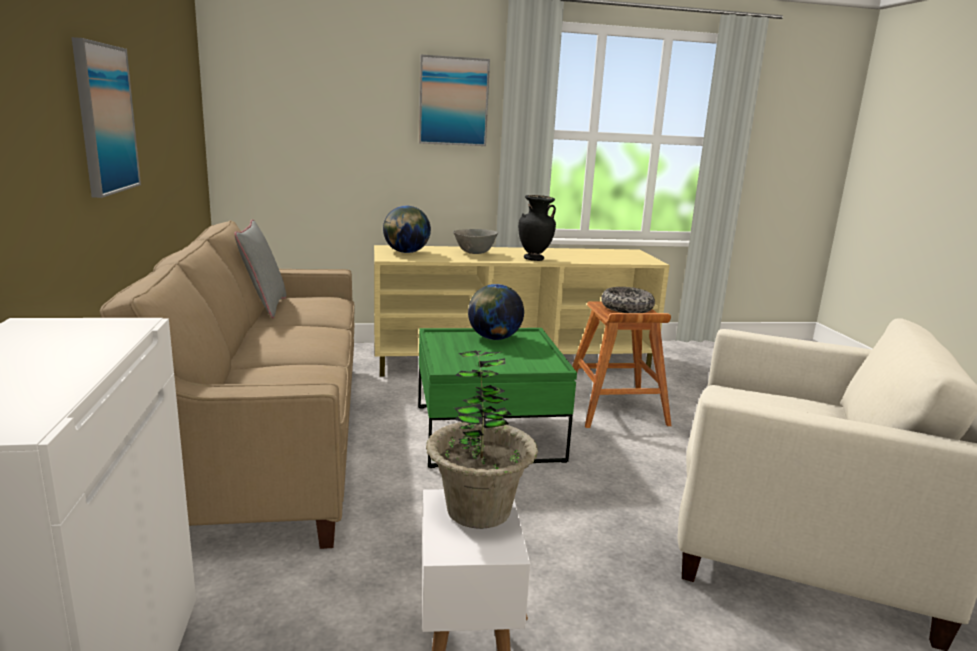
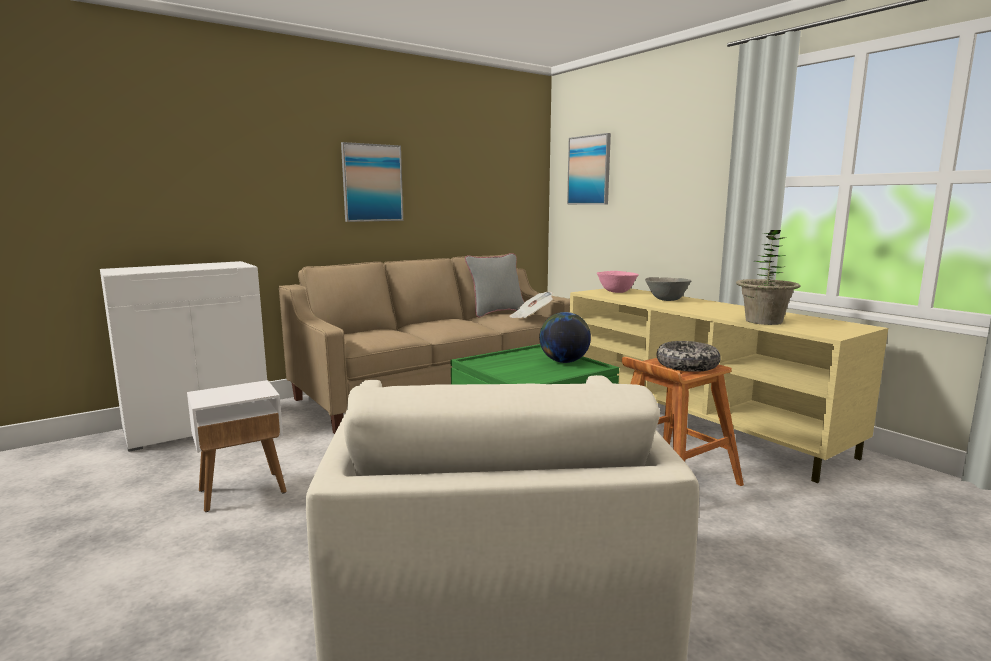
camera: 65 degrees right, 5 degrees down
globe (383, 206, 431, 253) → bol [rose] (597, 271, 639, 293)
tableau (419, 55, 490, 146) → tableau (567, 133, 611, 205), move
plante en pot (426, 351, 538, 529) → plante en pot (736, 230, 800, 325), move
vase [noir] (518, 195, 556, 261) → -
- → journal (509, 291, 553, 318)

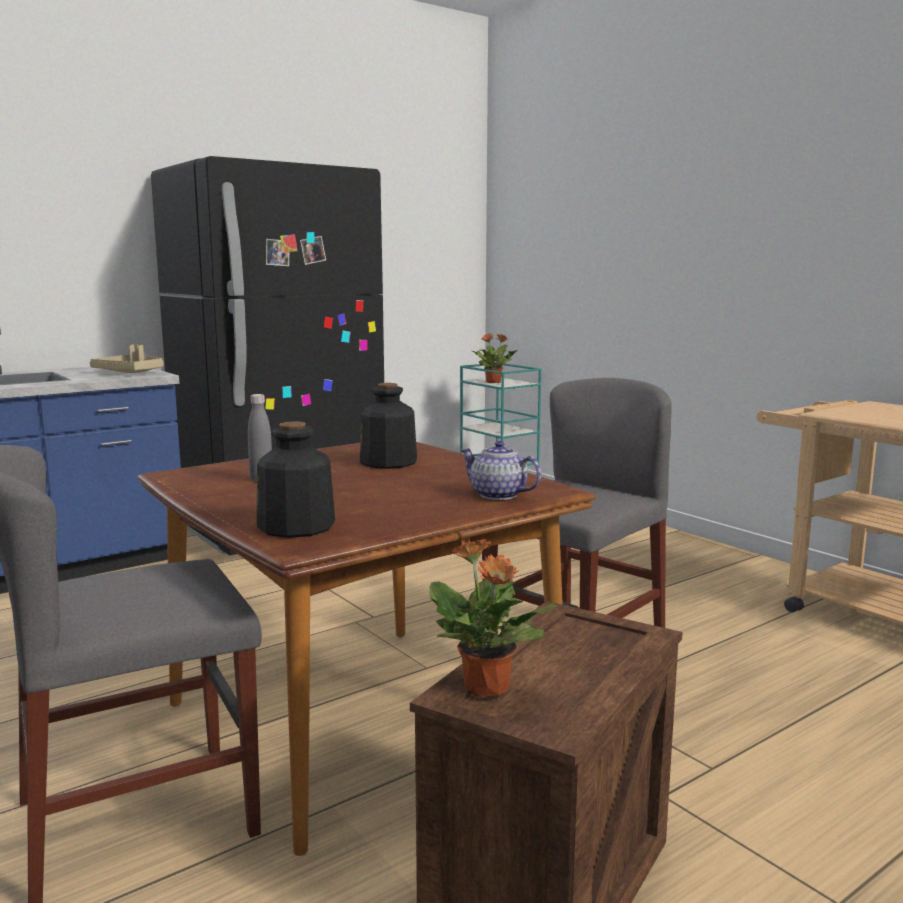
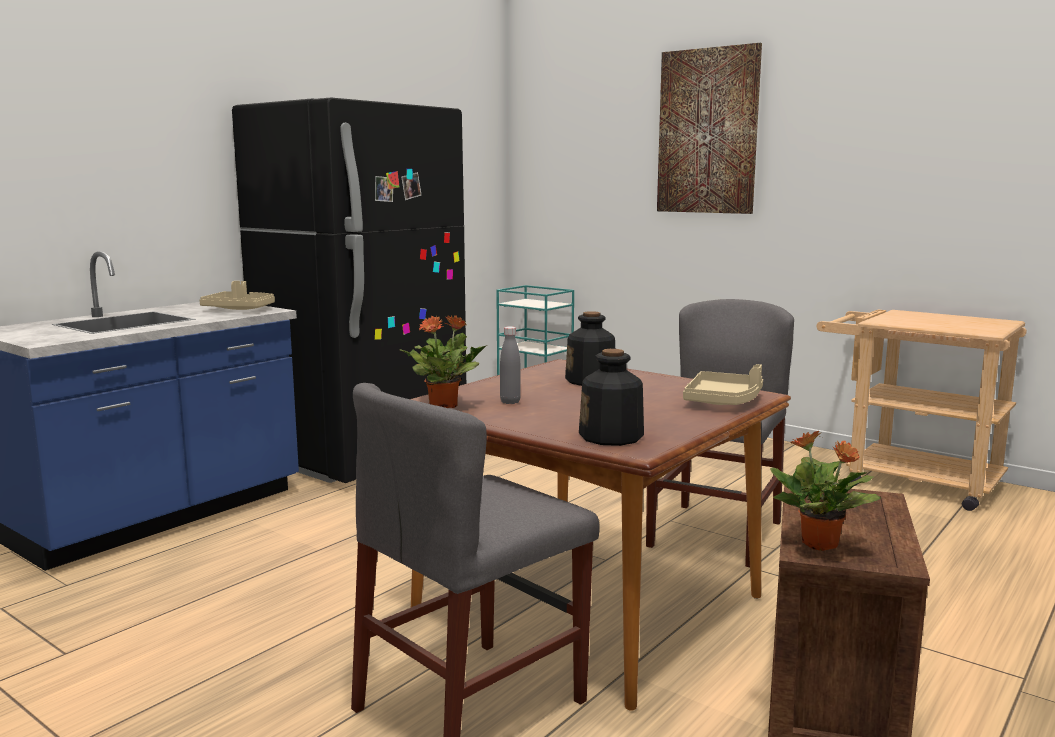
camera: 15 degrees left, 0 degrees up
théière (460, 441, 541, 500) → plateau [beige] (683, 364, 763, 405)
plante en pot (471, 333, 517, 383) → plante en pot (400, 315, 487, 408), move
- → tableau (657, 43, 762, 214)

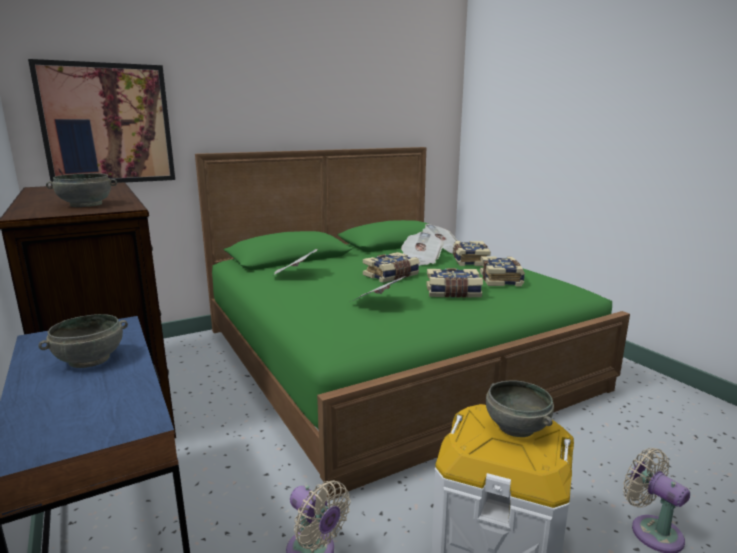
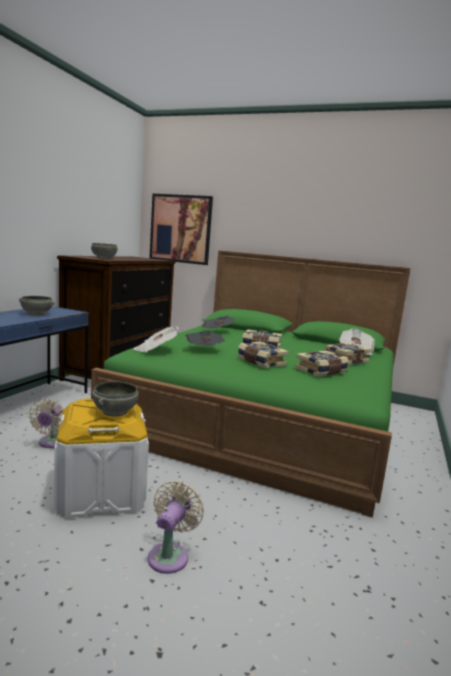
camera: 50 degrees right, 5 degrees down
journal (401, 232, 444, 266) → journal (134, 326, 179, 353), move

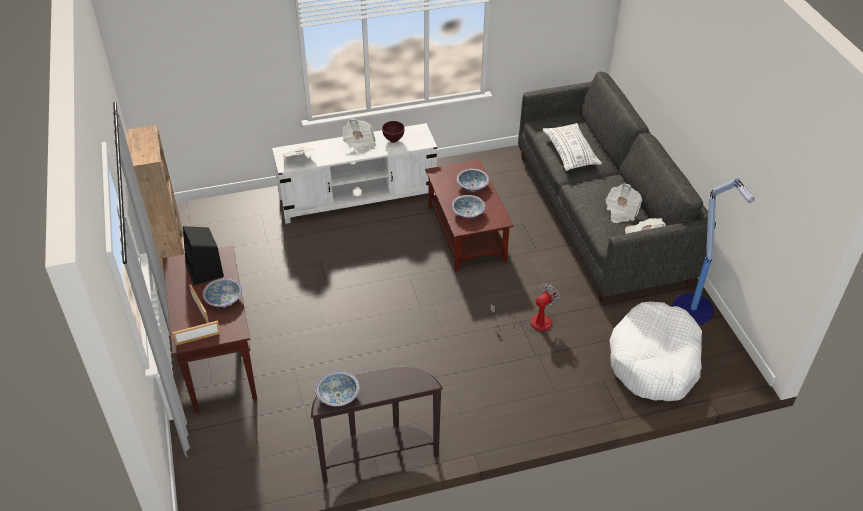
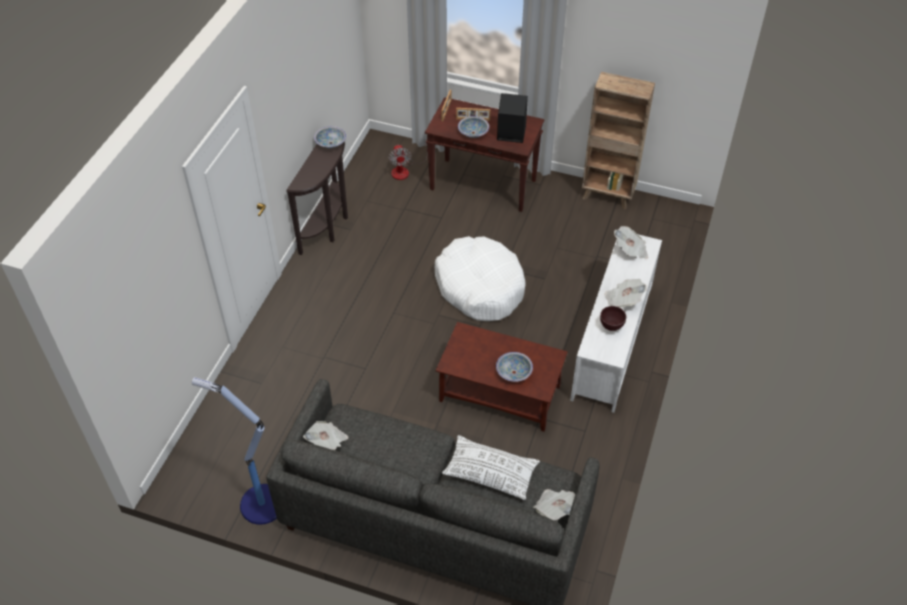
camera: 125 degrees right, 5 degrees up
bol (452, 195, 485, 218) → -
ventilateur (490, 284, 561, 332) → ventilateur (389, 139, 428, 180), move
journal (605, 184, 642, 223) → journal (533, 489, 576, 520), move
panier pour chien [blanc] (610, 302, 702, 401) → panier pour chien [blanc] (435, 236, 526, 321), move

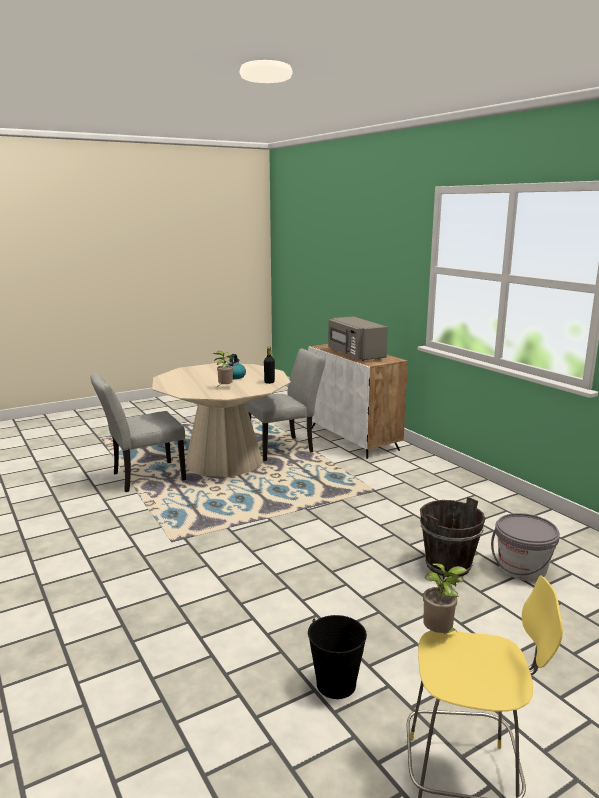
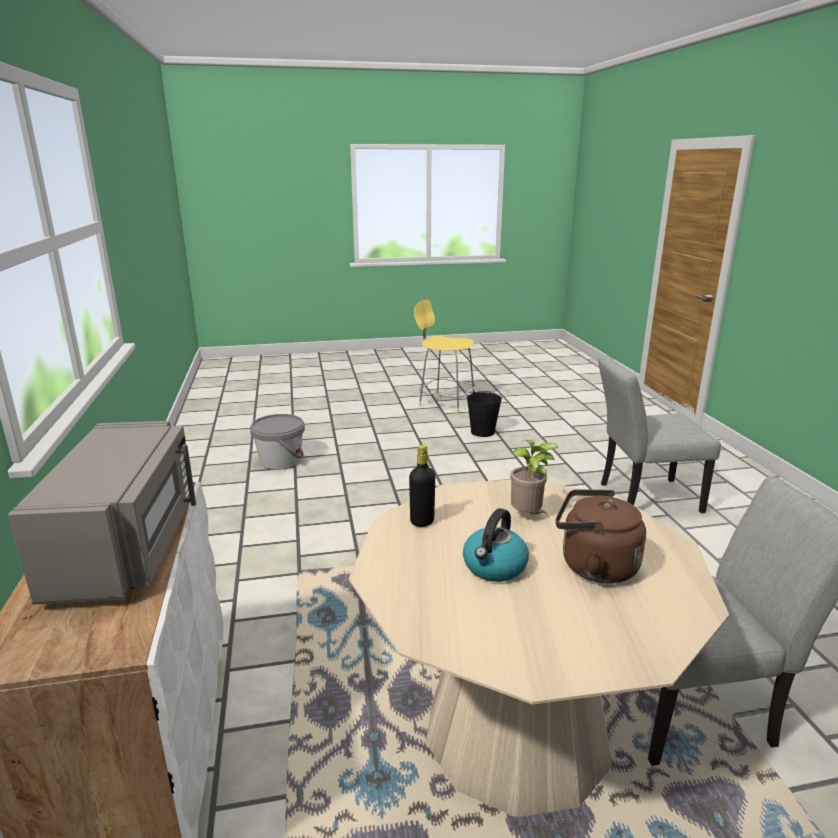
camera: 160 degrees left, 5 degrees up
chaise [gris] (246, 348, 326, 461) → chaise [gris] (598, 355, 721, 513), move
seau [marron] (420, 497, 486, 577) → -
plante en pot (423, 563, 467, 633) → -
- → bouilloire [marron] (556, 489, 646, 583)

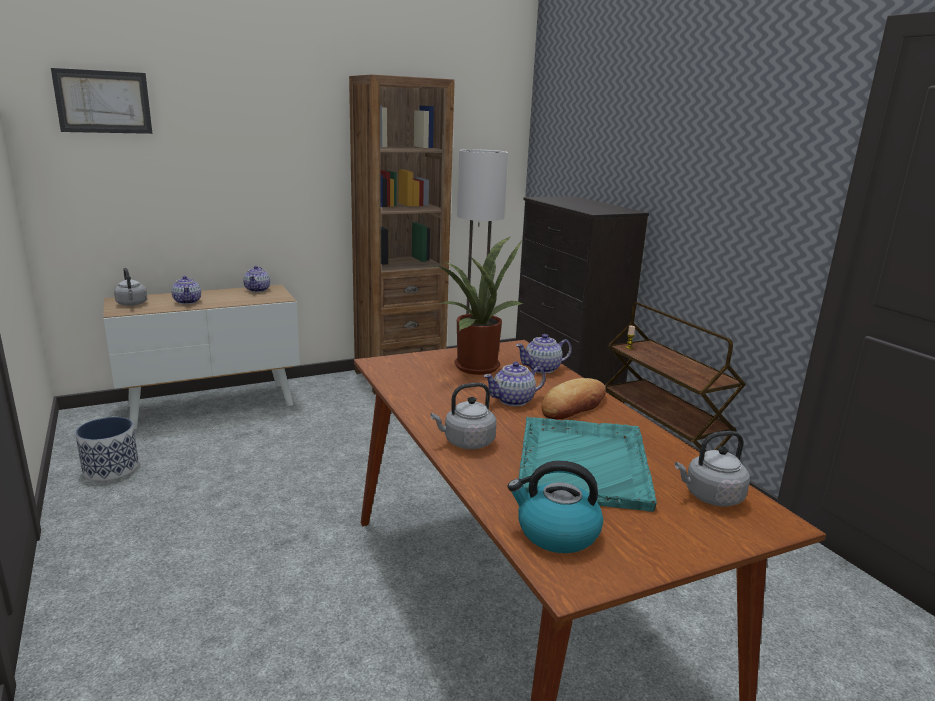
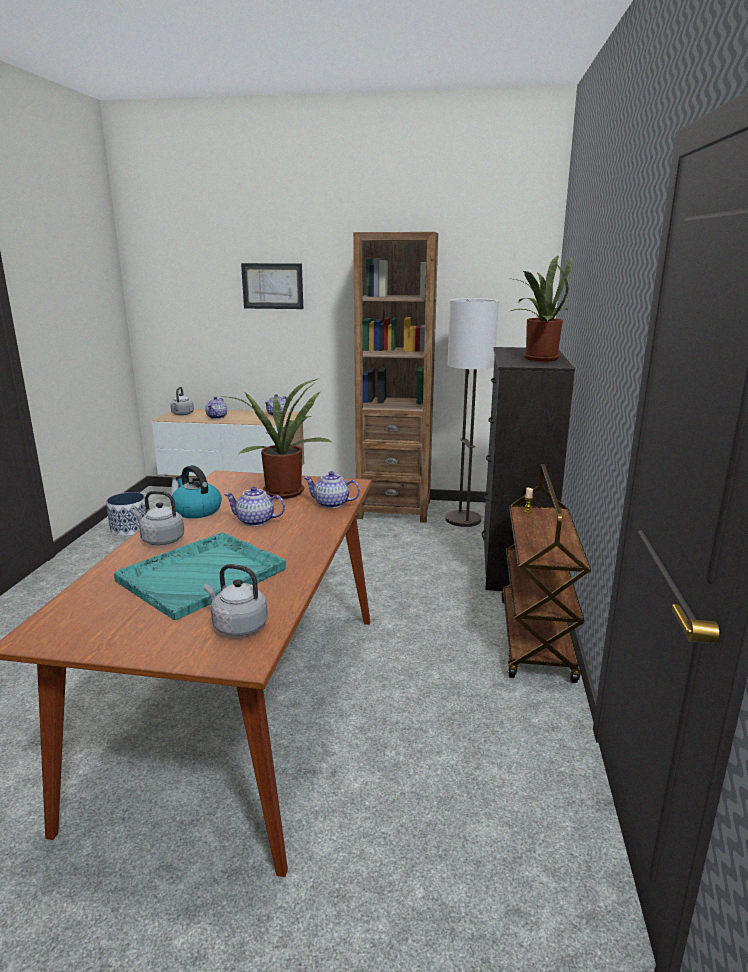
camera: 35 degrees right, 0 degrees up
tableau (51, 68, 152, 134) → tableau (241, 263, 303, 309), move
bouilloire (508, 460, 603, 553) → bouilloire (170, 465, 222, 518), move
pain (541, 378, 606, 419) → -
- → plante en pot (509, 256, 573, 362)

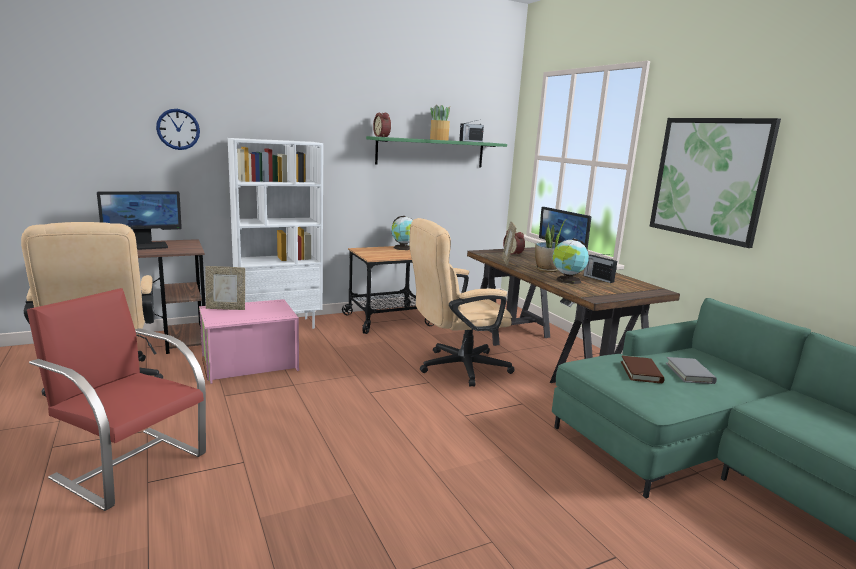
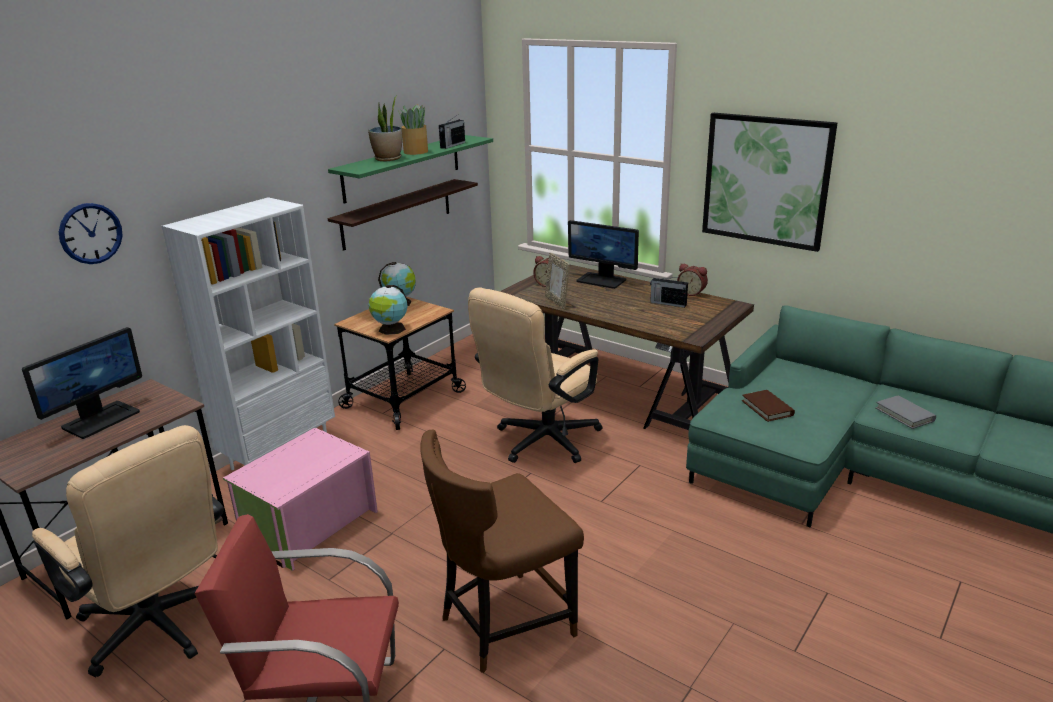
camera: 25 degrees left, 10 degrees up
cadre photo (205, 266, 245, 310) → -
réveil (373, 113, 391, 137) → réveil (677, 264, 708, 296), move
plante en pot (535, 220, 565, 272) → plante en pot (368, 95, 402, 161), move
globe (552, 238, 589, 284) → globe (368, 285, 408, 335), move
livre [gris] (666, 357, 717, 384) → livre [gris] (876, 395, 936, 429), move
- → étagère (328, 179, 478, 251)
- → chaise [marron] (420, 430, 584, 673)

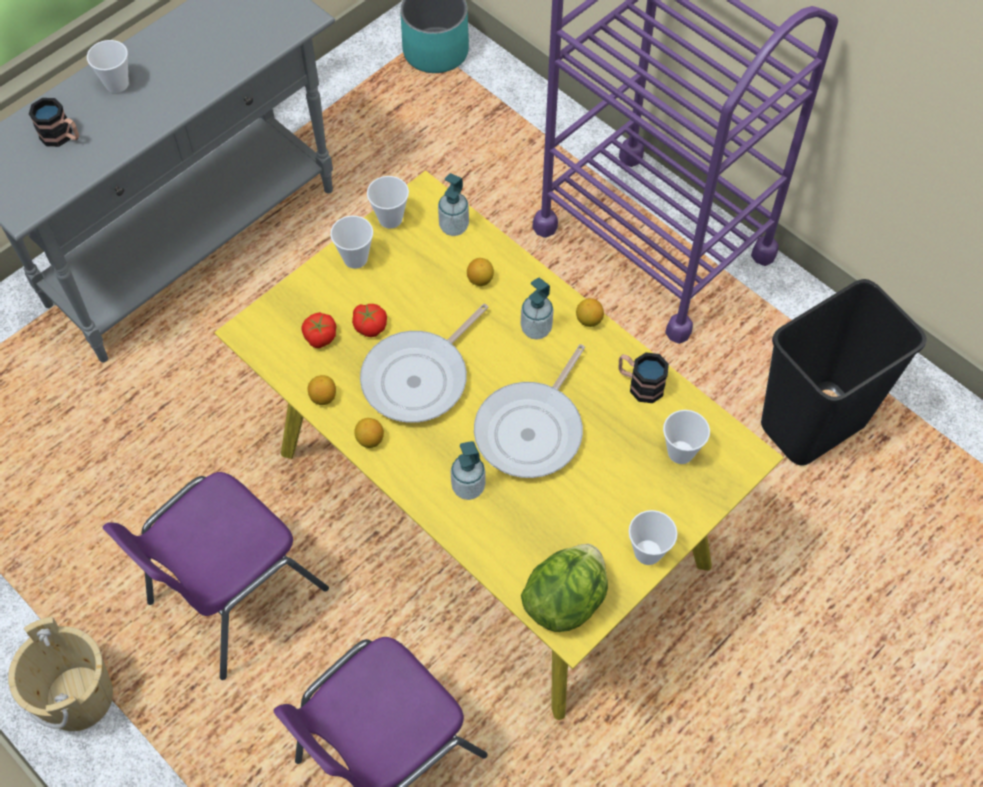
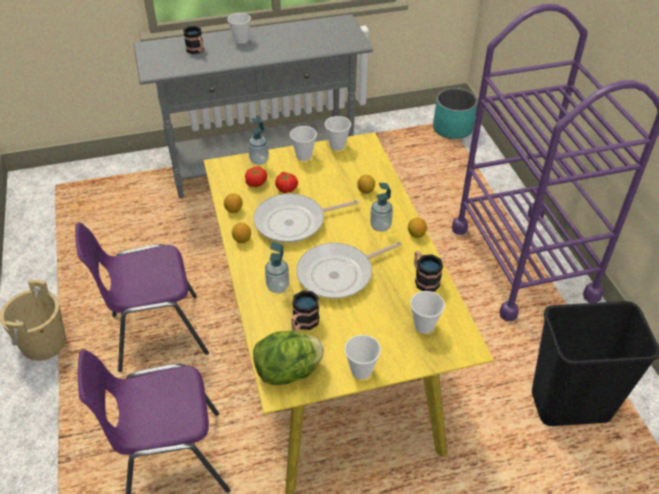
camera: 30 degrees right, 15 degrees down
distributeur de savon (438, 173, 469, 236) → distributeur de savon (248, 118, 269, 165), move
- → mug (291, 290, 319, 331)

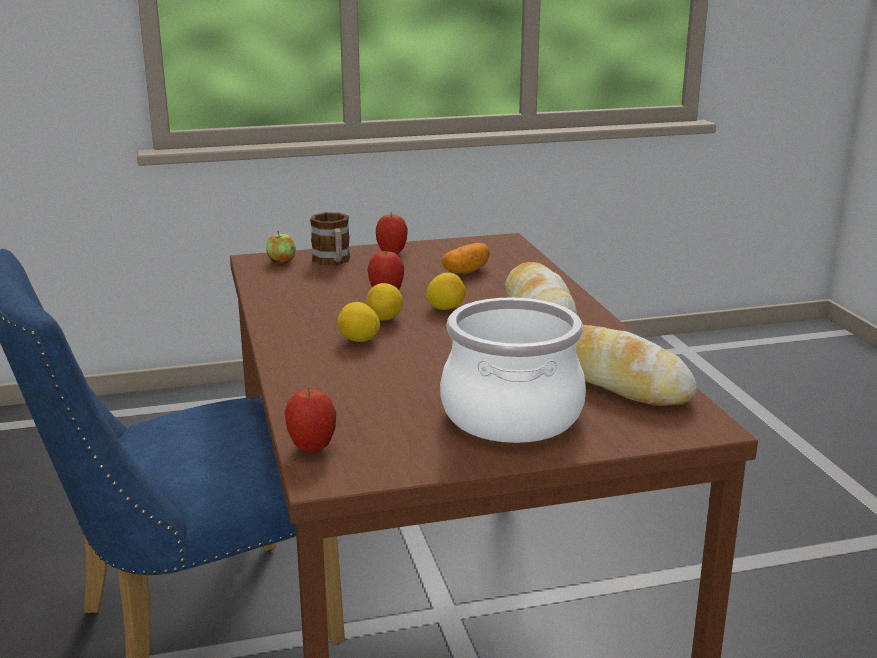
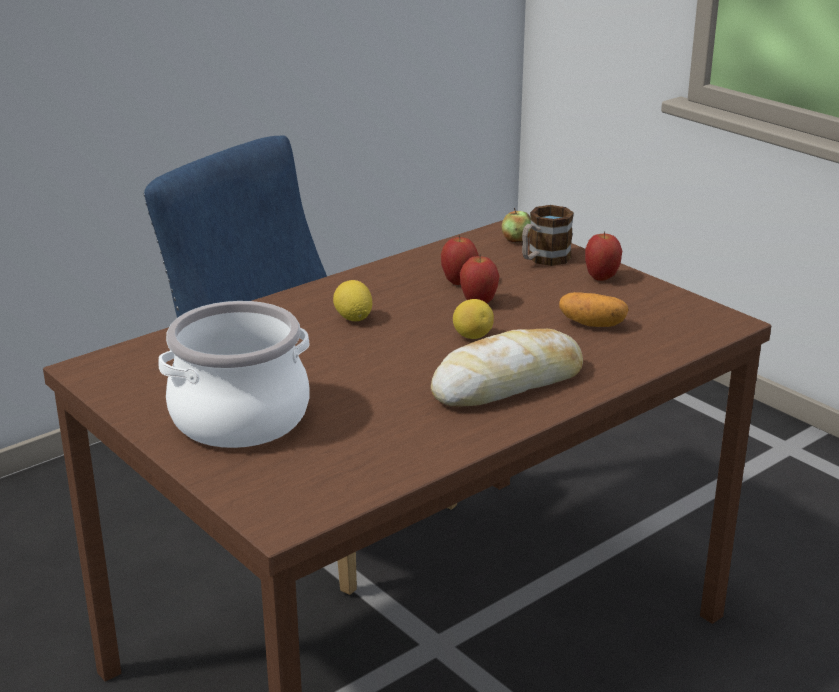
camera: 65 degrees right, 5 degrees up
pomme (285, 388, 336, 454) → pomme (441, 235, 479, 285), move
citron (366, 283, 403, 320) → -
pain (576, 325, 697, 406) → -

